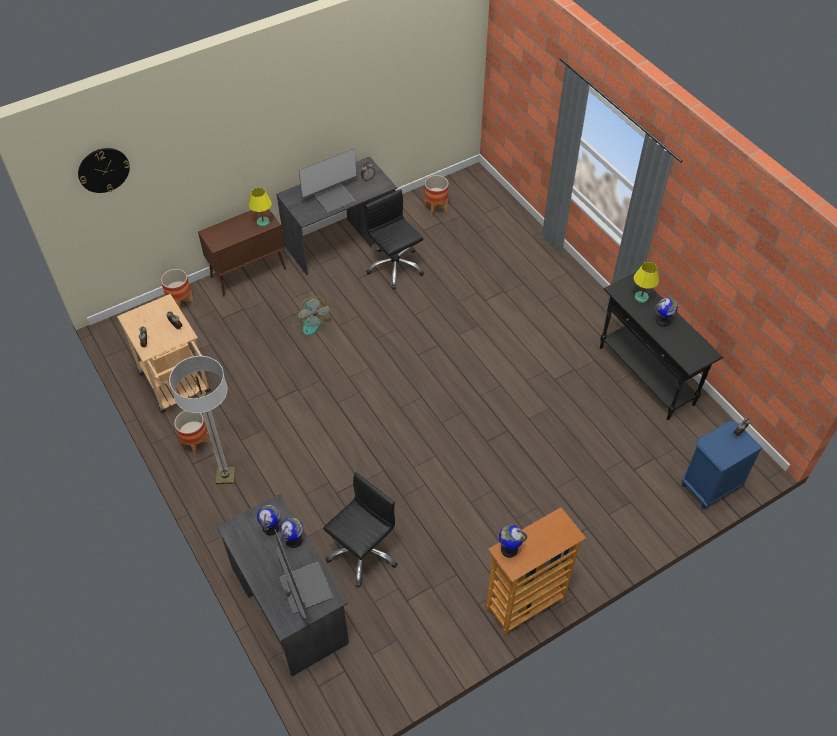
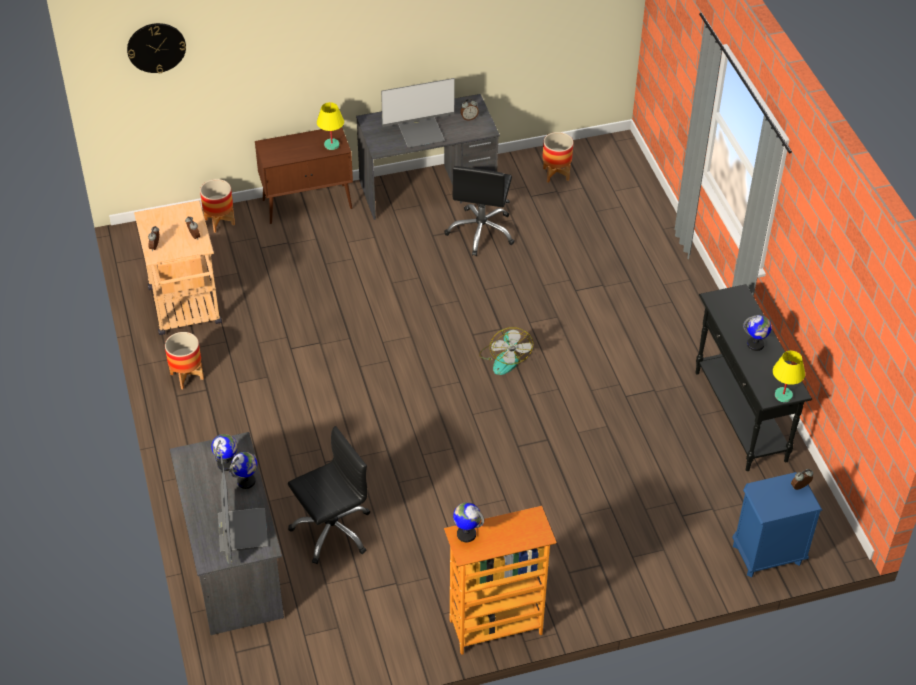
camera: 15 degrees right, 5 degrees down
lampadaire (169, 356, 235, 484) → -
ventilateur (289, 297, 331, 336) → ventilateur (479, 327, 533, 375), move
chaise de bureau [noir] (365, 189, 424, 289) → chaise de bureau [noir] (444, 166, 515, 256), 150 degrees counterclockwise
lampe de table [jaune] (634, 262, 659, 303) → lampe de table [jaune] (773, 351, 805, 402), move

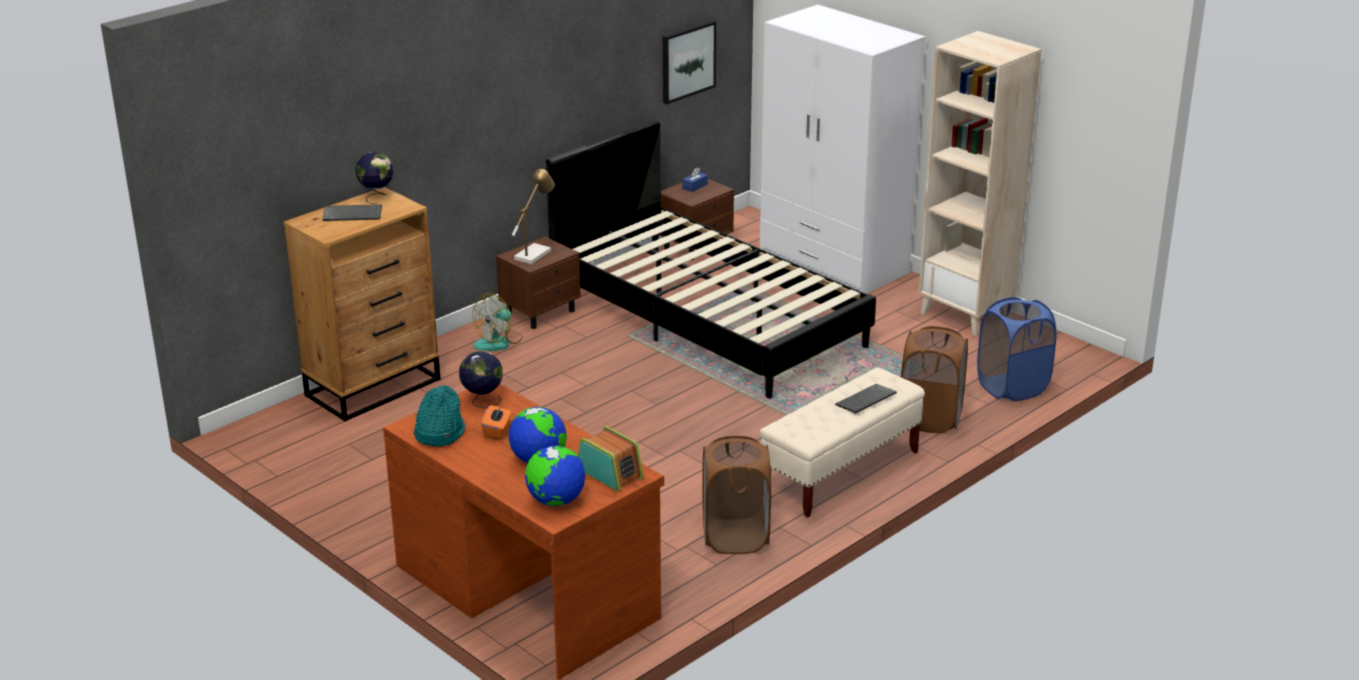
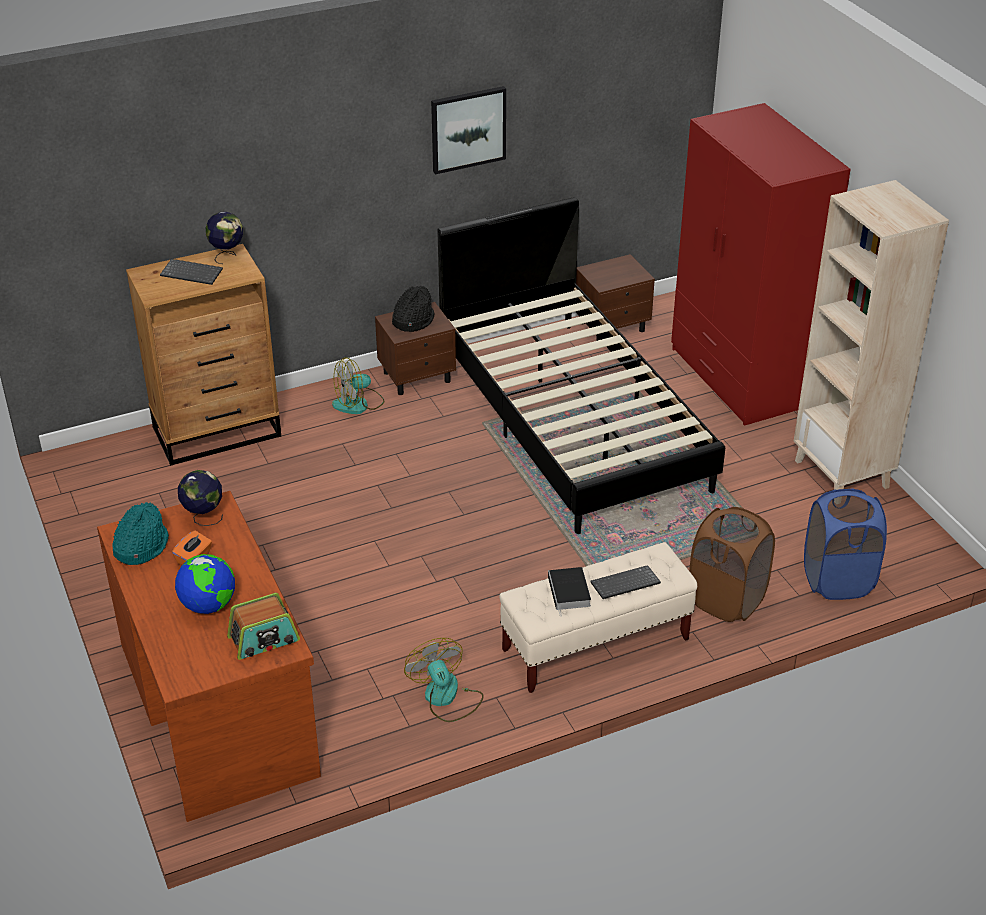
camera: 20 degrees right, 10 degrees up
lampe de table (512, 169, 555, 264) → chapeau [noir] (392, 286, 435, 332)
globe (525, 446, 585, 506) → -
radio (578, 426, 644, 492) → radio (227, 593, 300, 660), 90 degrees clockwise
tableau (663, 20, 716, 104) → tableau (431, 86, 506, 174), move
boîte à mouchoirs [bleu] (682, 168, 708, 192) → -
panier à linge [marron] (702, 436, 771, 554) → ventilateur (404, 638, 484, 722)
armoire [blanc] (760, 5, 925, 294) → armoire [rouge] (671, 103, 851, 426)
- → livre (548, 567, 591, 616)

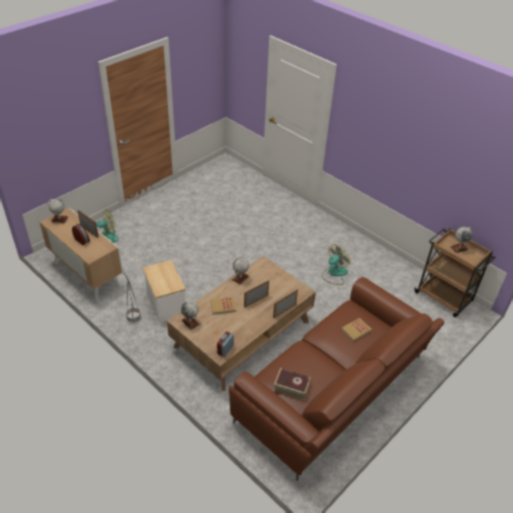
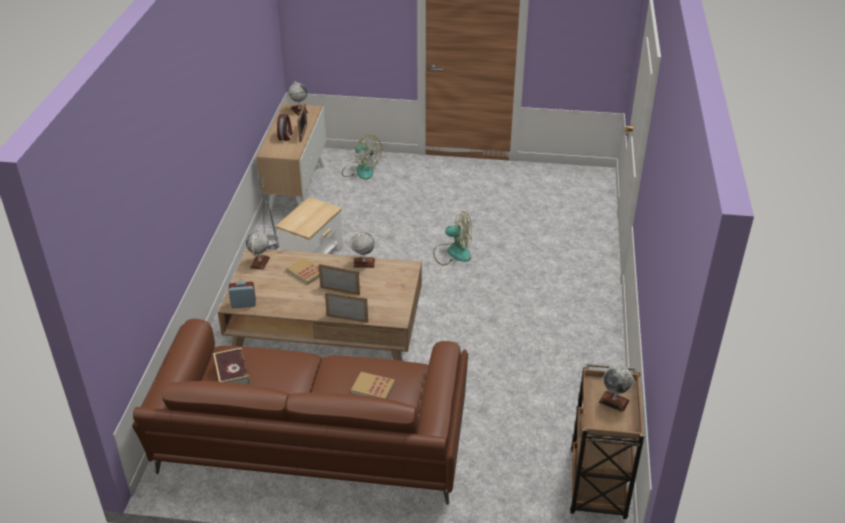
camera: 55 degrees right, 5 degrees down
ventilateur (322, 244, 350, 285) → ventilateur (433, 212, 472, 266), move

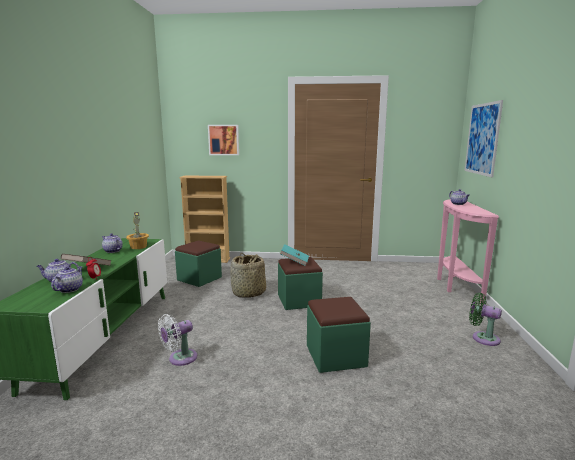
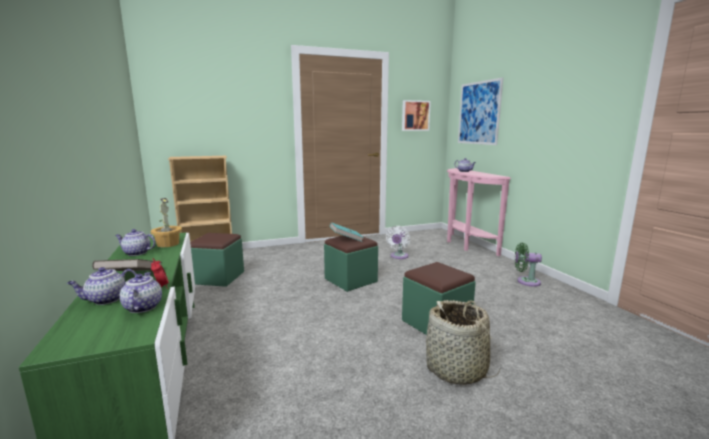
camera: 25 degrees left, 0 degrees up
ventilateur [blanc] (158, 314, 197, 366) → ventilateur [blanc] (386, 226, 410, 259), move
tableau (208, 125, 239, 155) → tableau (402, 100, 431, 131), move
panier (230, 253, 266, 298) → panier (426, 300, 500, 385), move

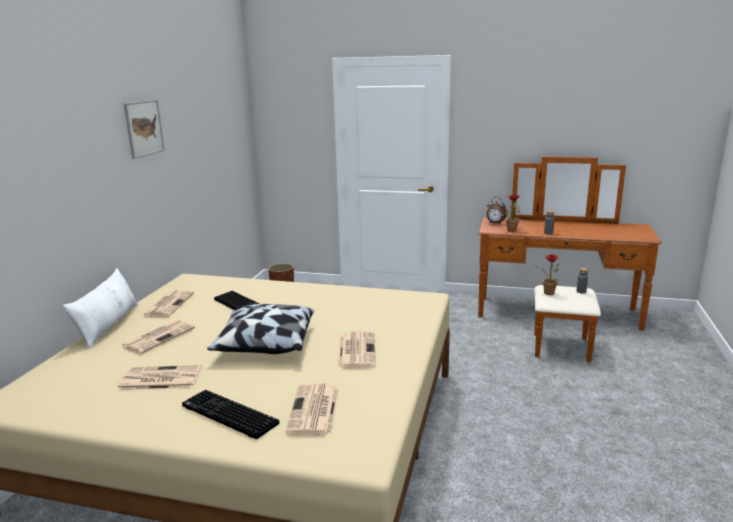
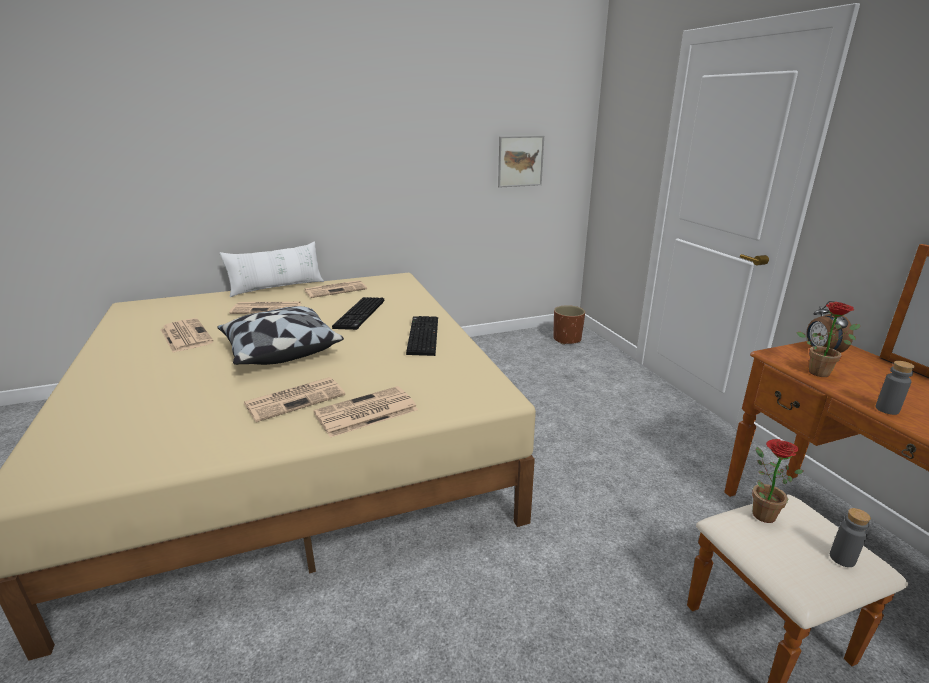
camera: 55 degrees right, 5 degrees up
tableau (124, 100, 165, 159) → tableau (498, 136, 544, 188), move
clavier (182, 390, 279, 439) → clavier (406, 316, 438, 356), move
journal (285, 383, 339, 435) → journal (313, 386, 418, 438), move

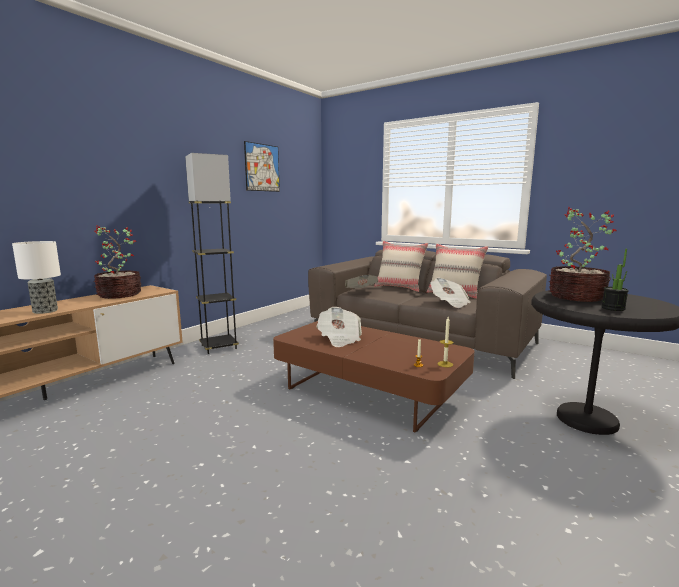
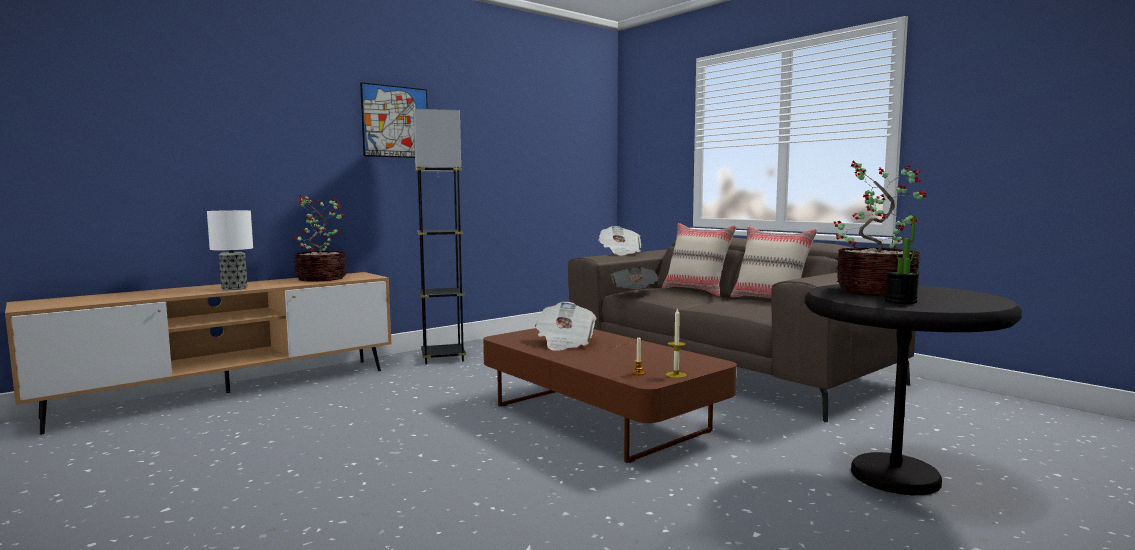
camera: 15 degrees right, 5 degrees down
tableau (244, 141, 280, 192) → tableau (360, 82, 428, 158), move
journal (430, 278, 471, 308) → journal (598, 226, 641, 255), move

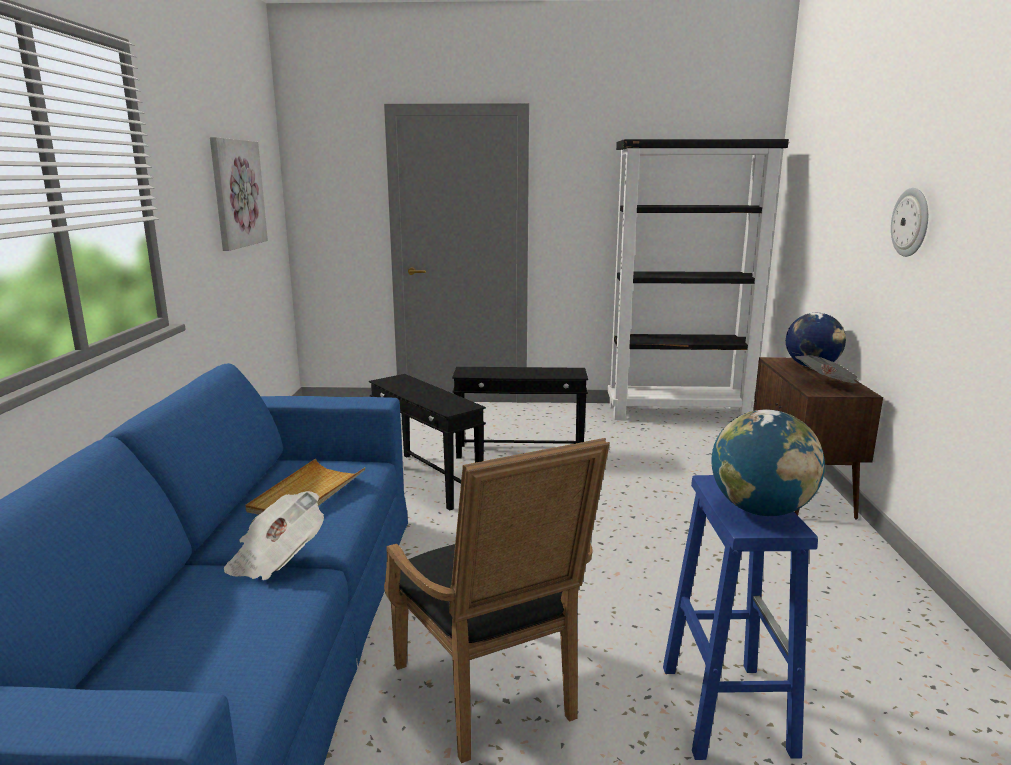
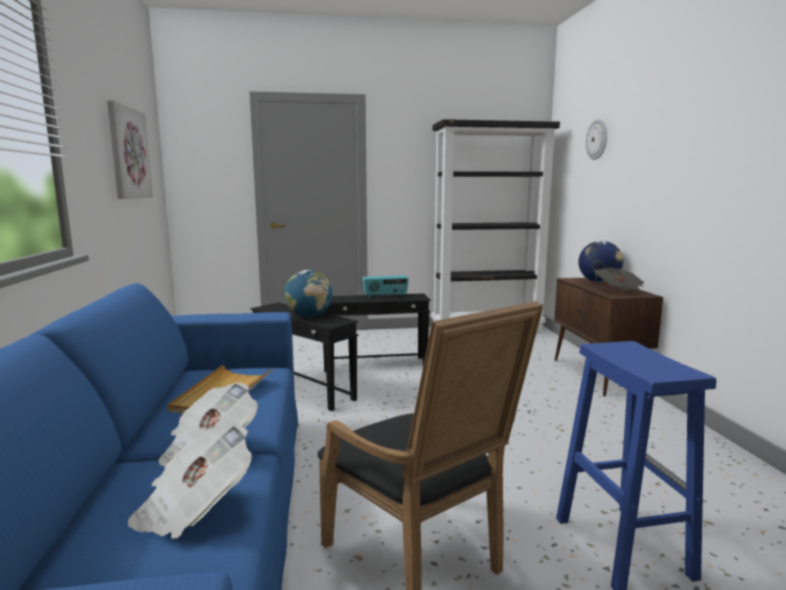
camera: 10 degrees left, 5 degrees down
globe (711, 410, 825, 516) → globe (284, 270, 332, 317), move
horloge murale (891, 188, 928, 257) → horloge murale (586, 119, 607, 160), move
- → journal (128, 425, 252, 539)
- → radio (362, 275, 409, 298)

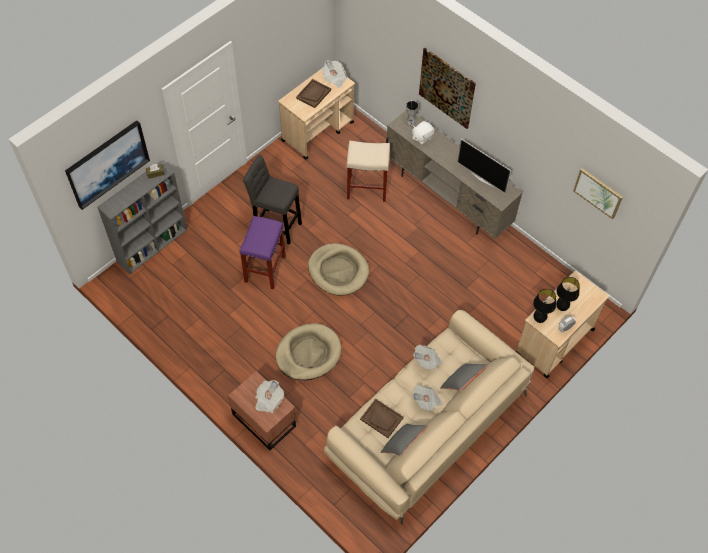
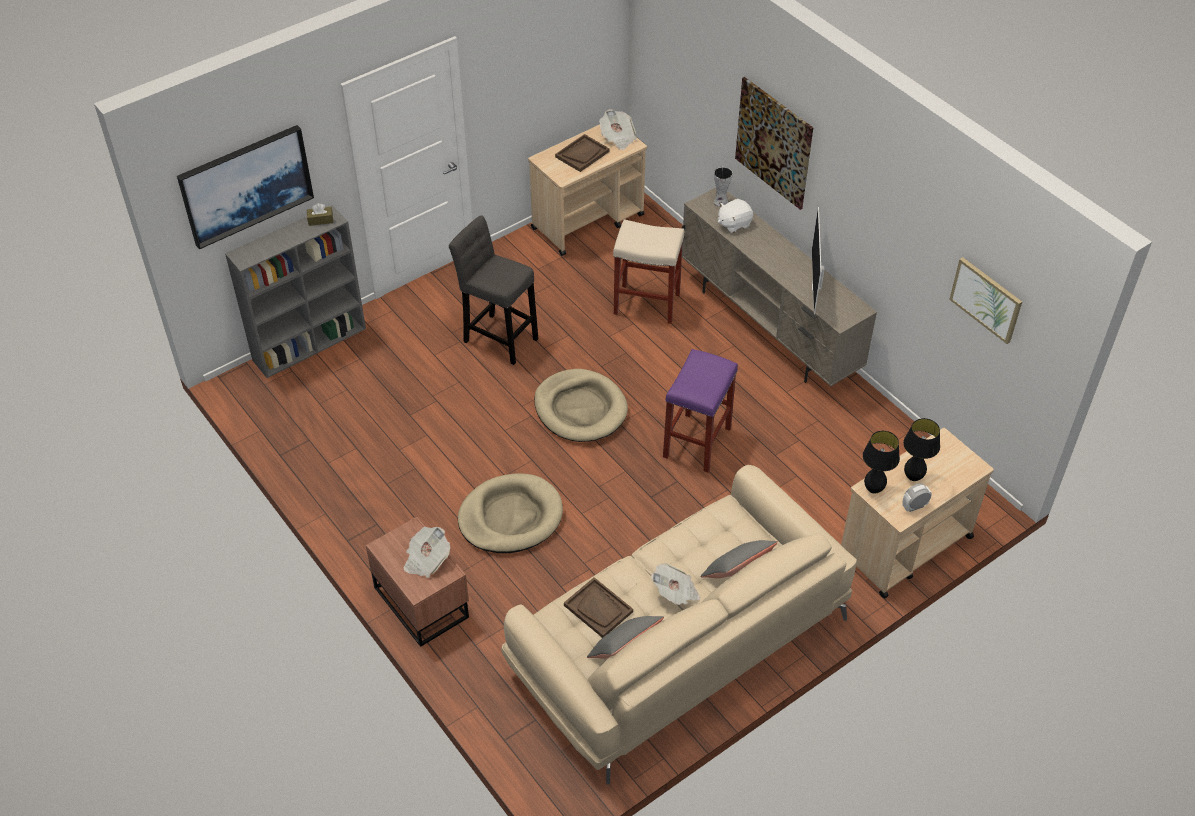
camera: 10 degrees right, 10 degrees down
tabouret [violet] (239, 216, 286, 289) → tabouret [violet] (663, 349, 738, 473), move
journal (413, 345, 443, 370) → -
téléviseur (457, 139, 511, 194) → téléviseur (812, 207, 824, 314), 45 degrees clockwise

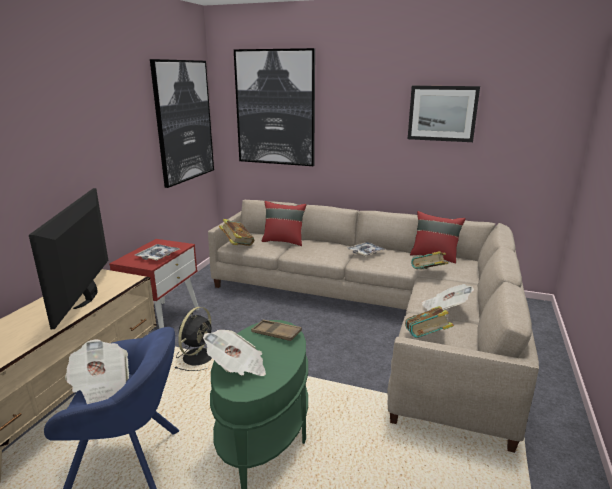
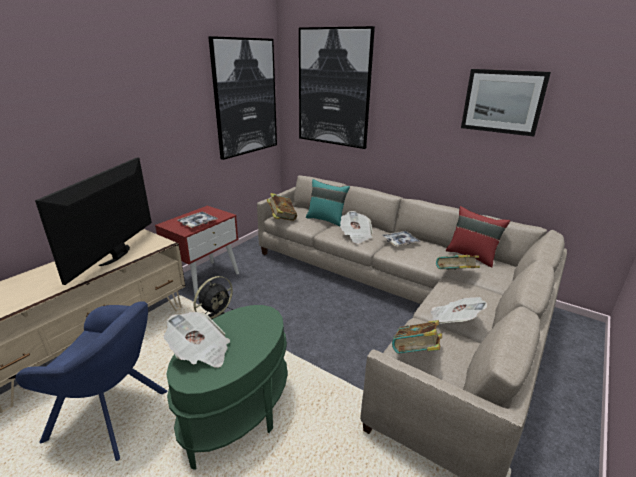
camera: 15 degrees right, 5 degrees up
journal (65, 339, 129, 404) → journal (340, 211, 373, 244), move
plateau [marron] (251, 320, 302, 341) → -
coussin [rouge] (261, 201, 306, 246) → coussin [turquoise] (306, 179, 350, 227)

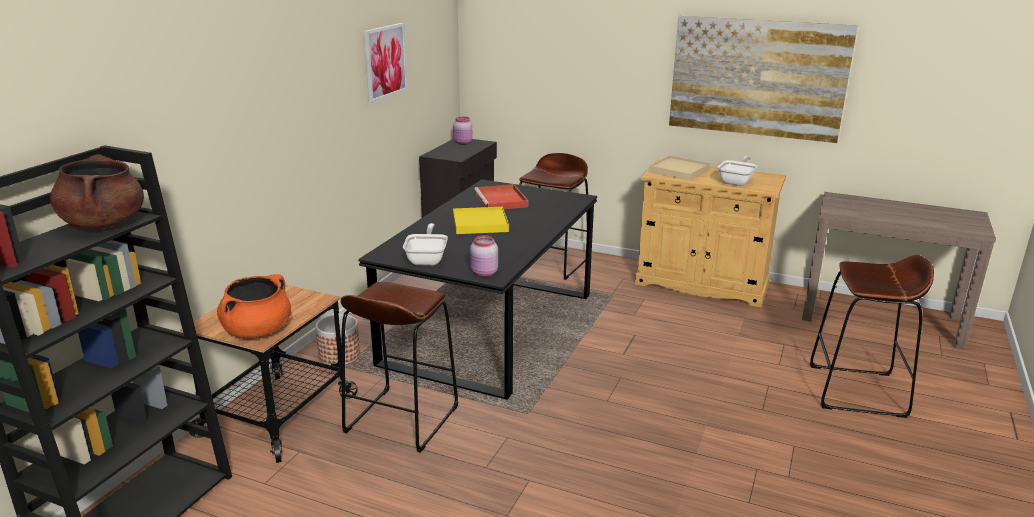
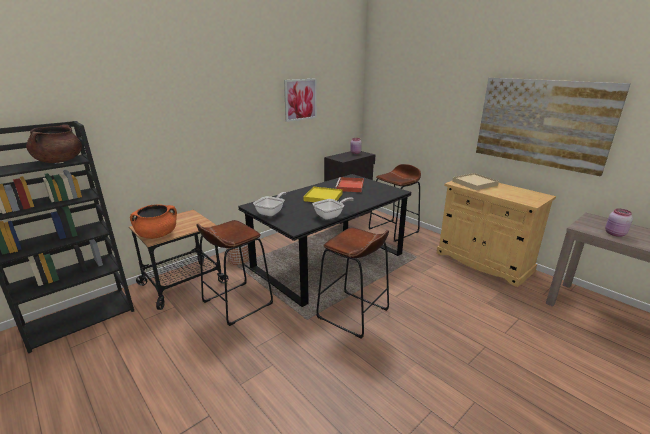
camera: 25 degrees right, 0 degrees up
bocal [rose] (470, 235, 498, 277) → bocal [rose] (605, 209, 633, 237), move
poêle (718, 156, 757, 186) → poêle (313, 197, 354, 220), move
tabouret [marron] (809, 255, 934, 418) → tabouret [marron] (316, 227, 389, 339), move

